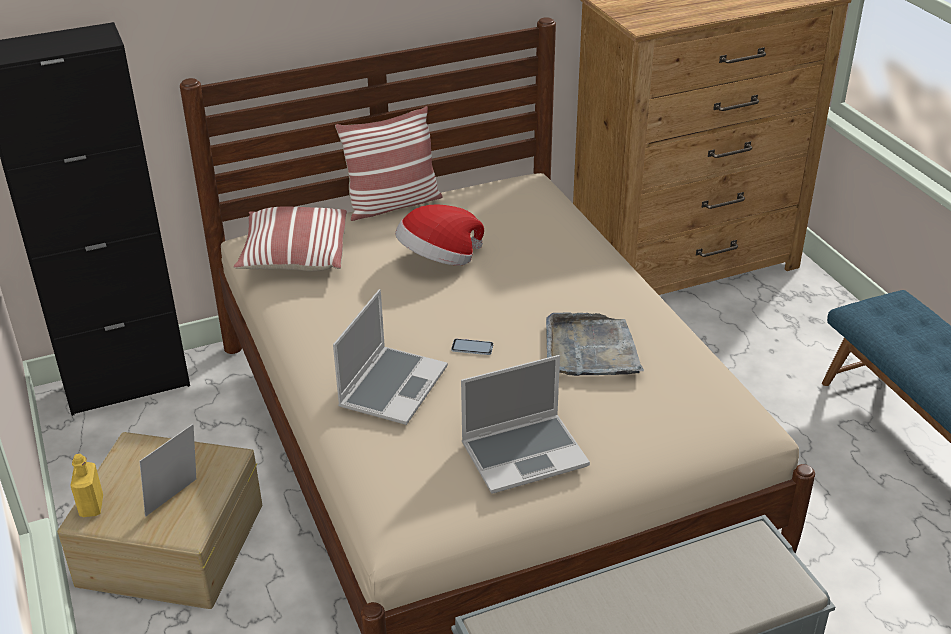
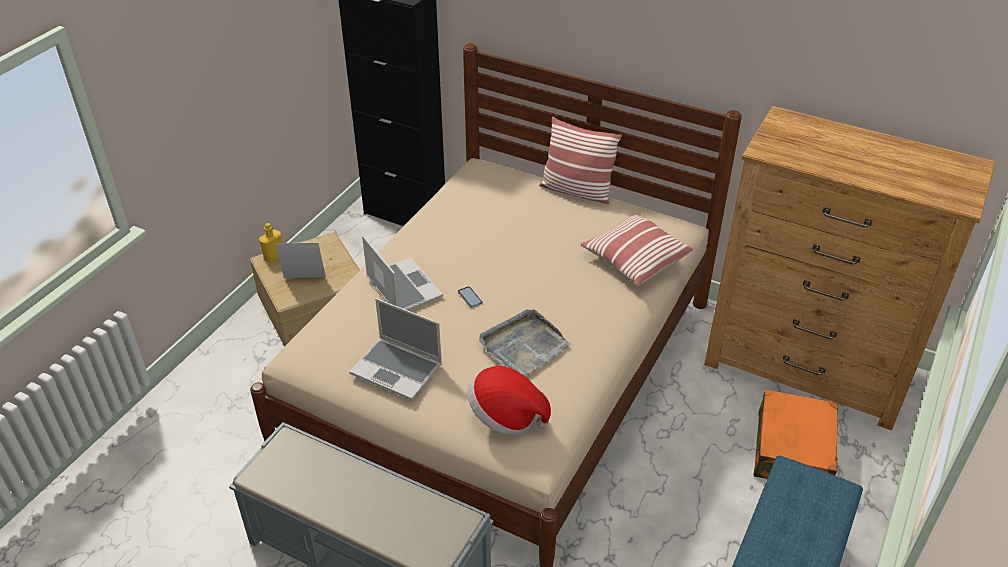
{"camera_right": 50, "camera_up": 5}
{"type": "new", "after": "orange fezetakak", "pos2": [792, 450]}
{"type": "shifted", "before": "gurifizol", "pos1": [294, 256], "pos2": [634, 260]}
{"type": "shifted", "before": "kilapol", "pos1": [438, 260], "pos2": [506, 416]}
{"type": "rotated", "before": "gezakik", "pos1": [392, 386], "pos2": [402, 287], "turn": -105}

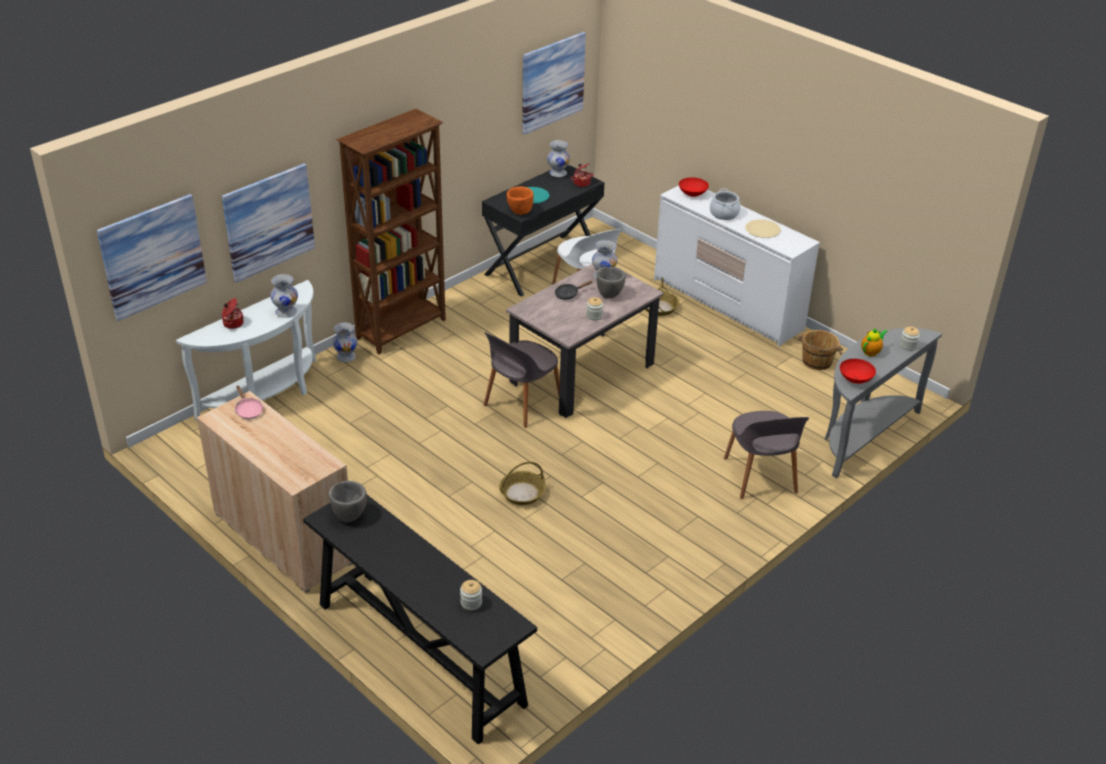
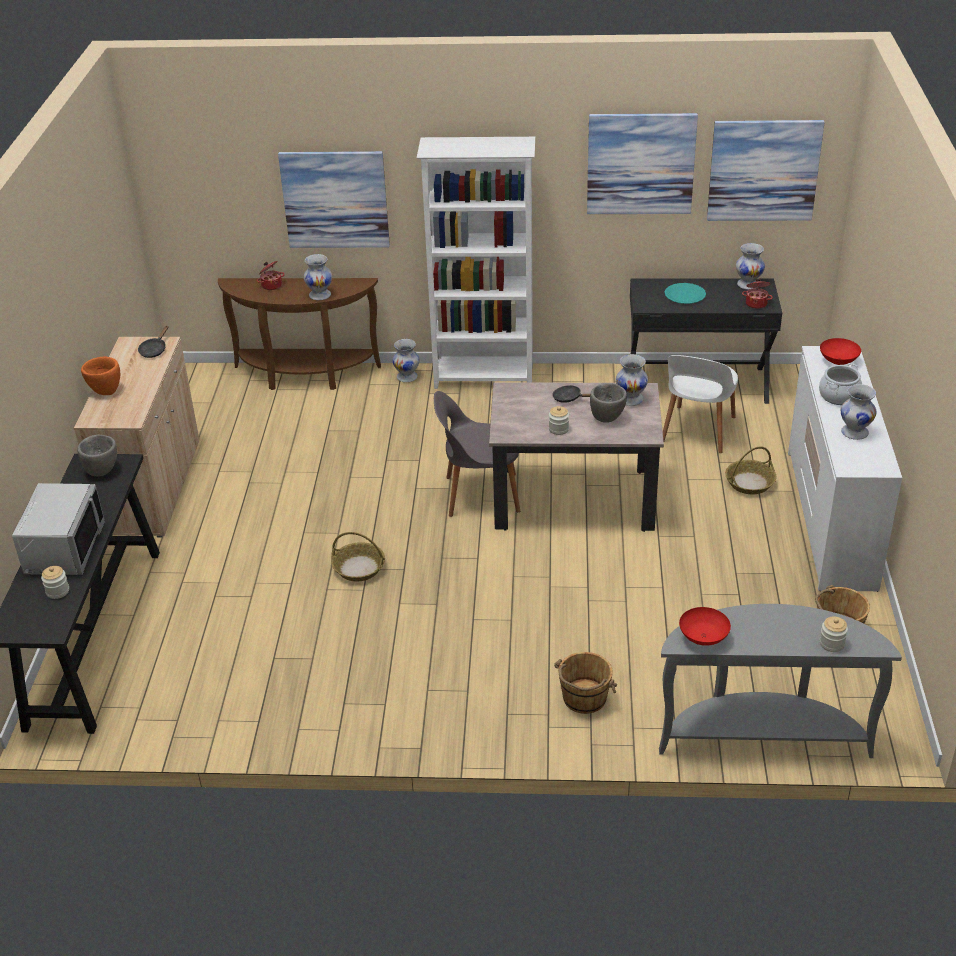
{"camera_right": 50, "camera_up": 0}
{"type": "gone", "before": "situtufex", "pos1": [871, 352]}
{"type": "new", "after": "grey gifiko", "pos2": [63, 549]}
{"type": "shifted", "before": "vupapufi", "pos1": [152, 256], "pos2": [640, 163]}
{"type": "shifted", "before": "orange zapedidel", "pos1": [519, 212], "pos2": [105, 391]}
{"type": "swapped", "before": "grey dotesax", "after": "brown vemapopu", "pos1": [760, 477], "pos2": [584, 698]}
{"type": "swapped", "before": "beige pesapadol", "after": "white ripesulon", "pos1": [762, 230], "pos2": [854, 432]}
{"type": "repainted", "before": "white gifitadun", "after": "brown gifitadun", "pos1": [267, 397], "pos2": [305, 376]}
{"type": "repainted", "before": "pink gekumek", "after": "black gekumek", "pos1": [248, 410], "pos2": [154, 350]}
{"type": "repainted", "before": "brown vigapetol", "after": "white vigapetol", "pos1": [402, 329], "pos2": [484, 378]}

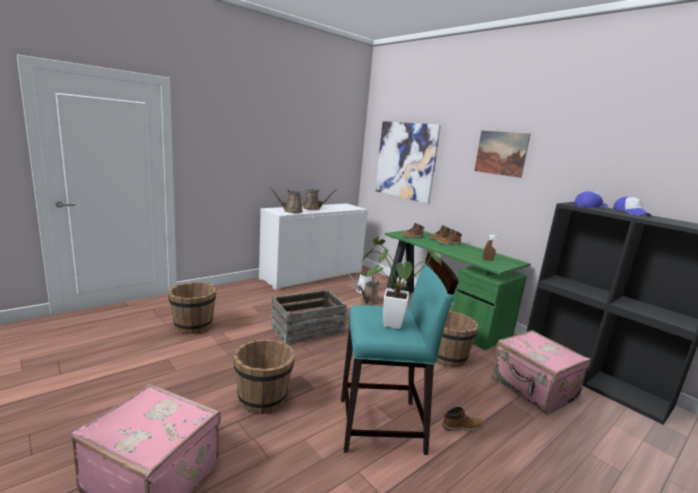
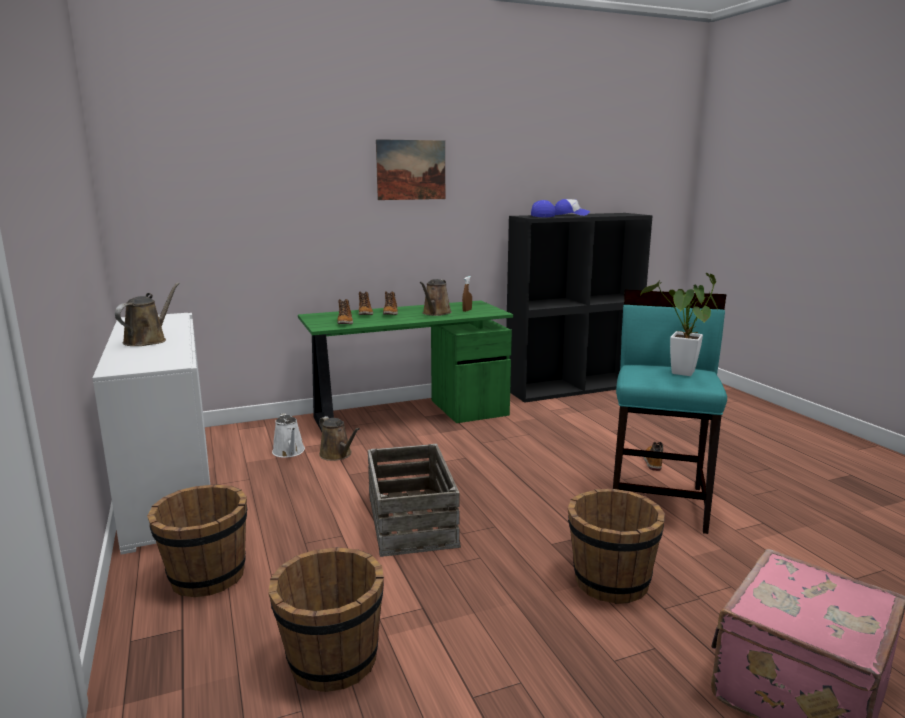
{"camera_right": -70, "camera_up": 0}
{"type": "gone", "before": "vupapufi", "pos1": [406, 161]}
{"type": "gone", "before": "pink fezetakak", "pos1": [533, 389]}
{"type": "shifted", "before": "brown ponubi", "pos1": [291, 211], "pos2": [435, 313]}
{"type": "shifted", "before": "brown vemapopu", "pos1": [447, 357], "pos2": [206, 577]}

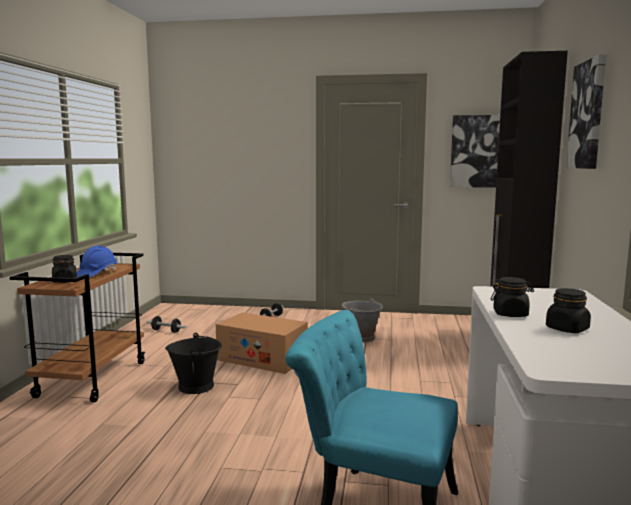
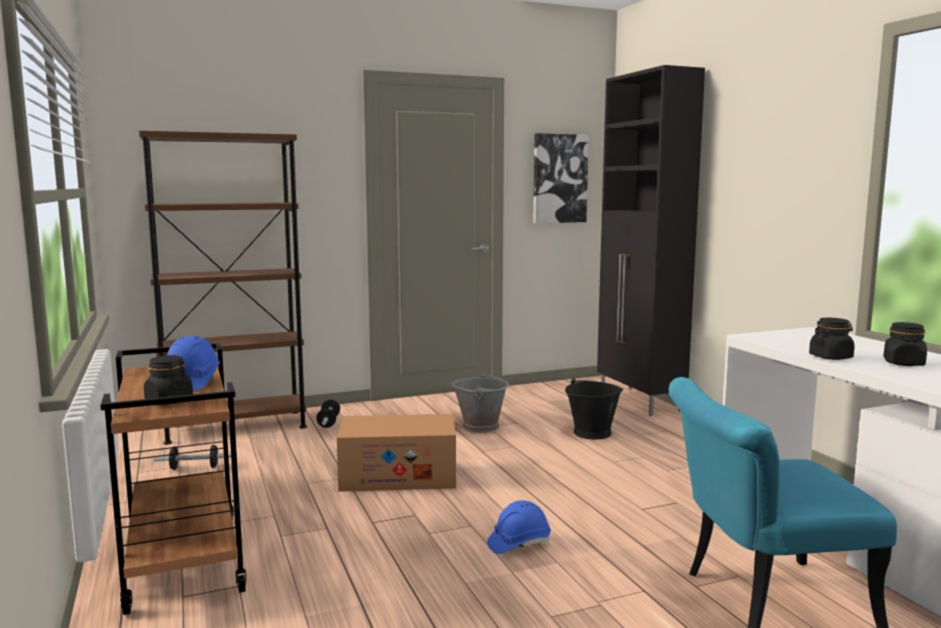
{"camera_right": -30, "camera_up": 0}
{"type": "gone", "before": "vupapufi", "pos1": [588, 115]}
{"type": "new", "after": "brown vigapetol", "pos2": [235, 427]}
{"type": "new", "after": "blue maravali", "pos2": [518, 543]}
{"type": "shifted", "before": "black vemapopu", "pos1": [196, 386], "pos2": [592, 432]}

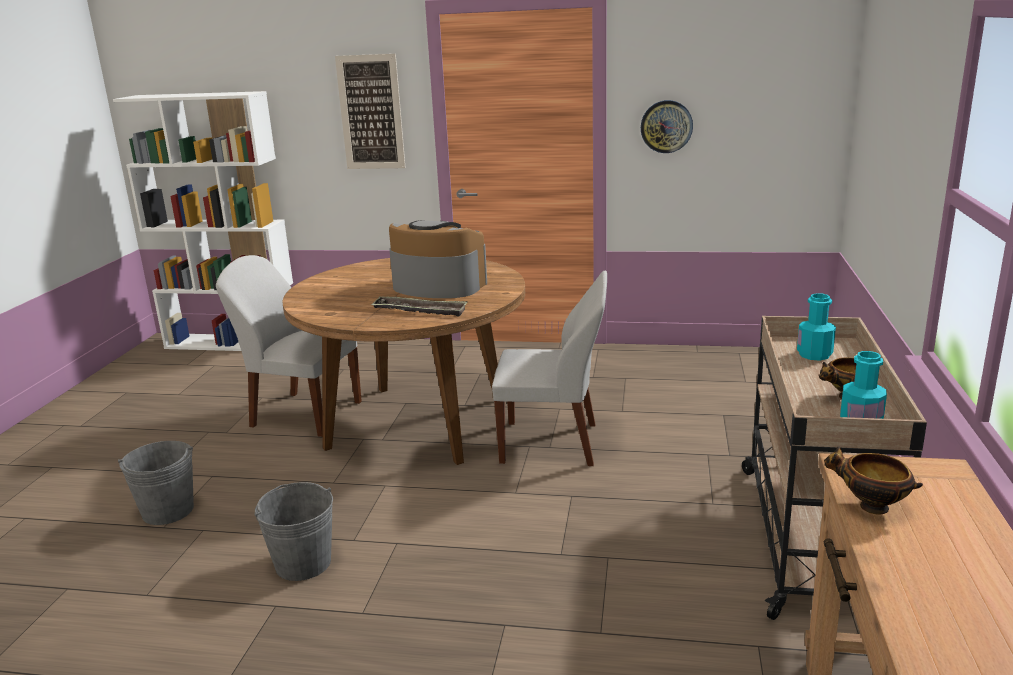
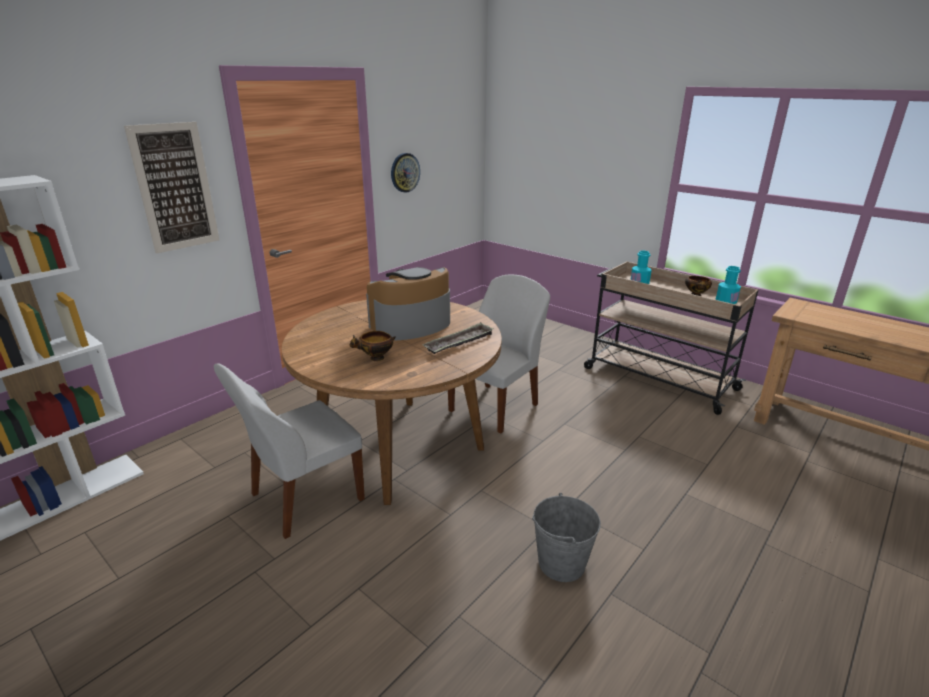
{"camera_right": -60, "camera_up": 5}
{"type": "gone", "before": "grey vemapopu", "pos1": [168, 511]}
{"type": "shifted", "before": "zapedidel", "pos1": [870, 507], "pos2": [375, 359]}

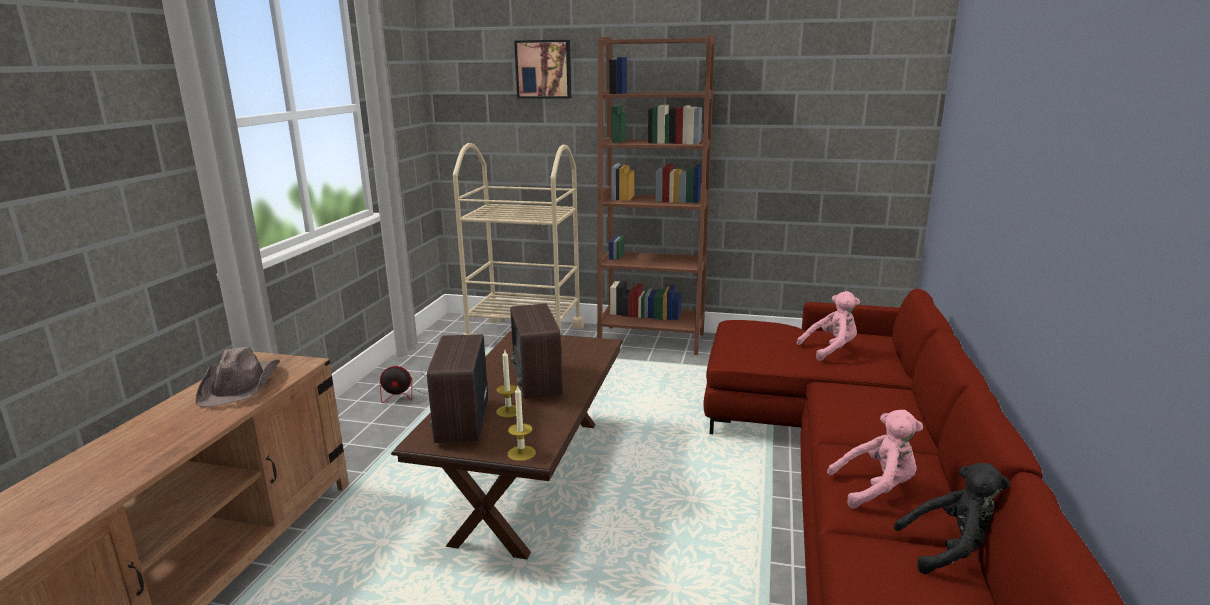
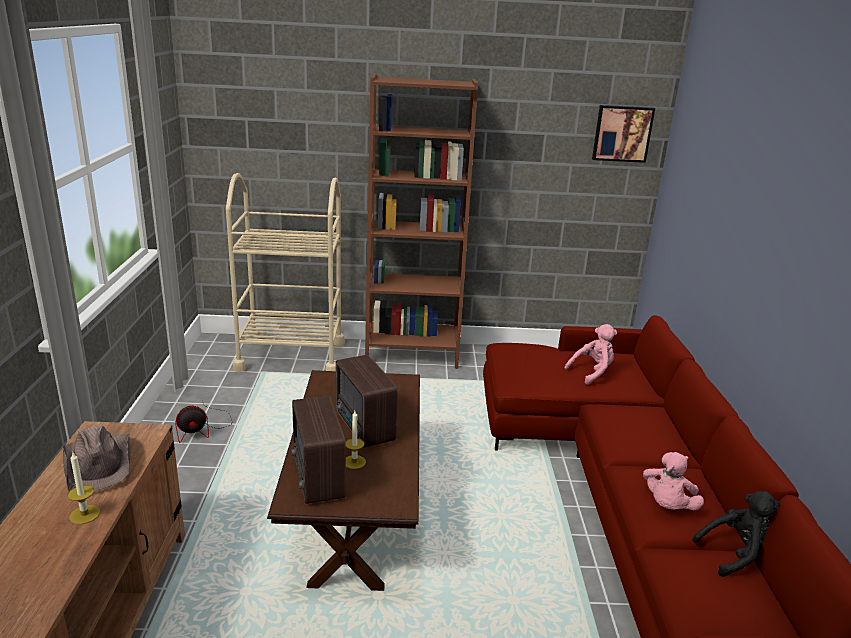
{"camera_right": -15, "camera_up": 5}
{"type": "shifted", "before": "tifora", "pos1": [521, 453], "pos2": [85, 514]}
{"type": "shifted", "before": "vupapufi", "pos1": [544, 69], "pos2": [622, 133]}
{"type": "rotated", "before": "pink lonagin", "pos1": [876, 489], "pos2": [667, 505], "turn": 135}

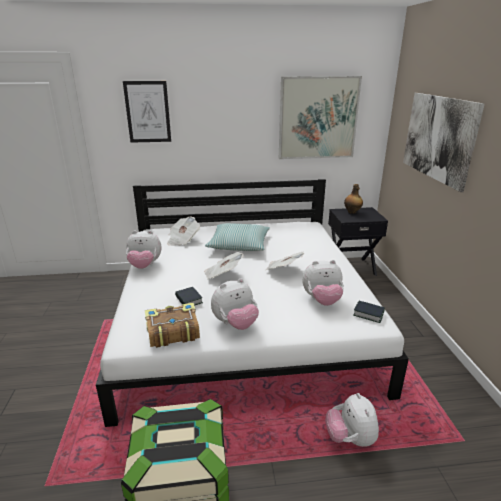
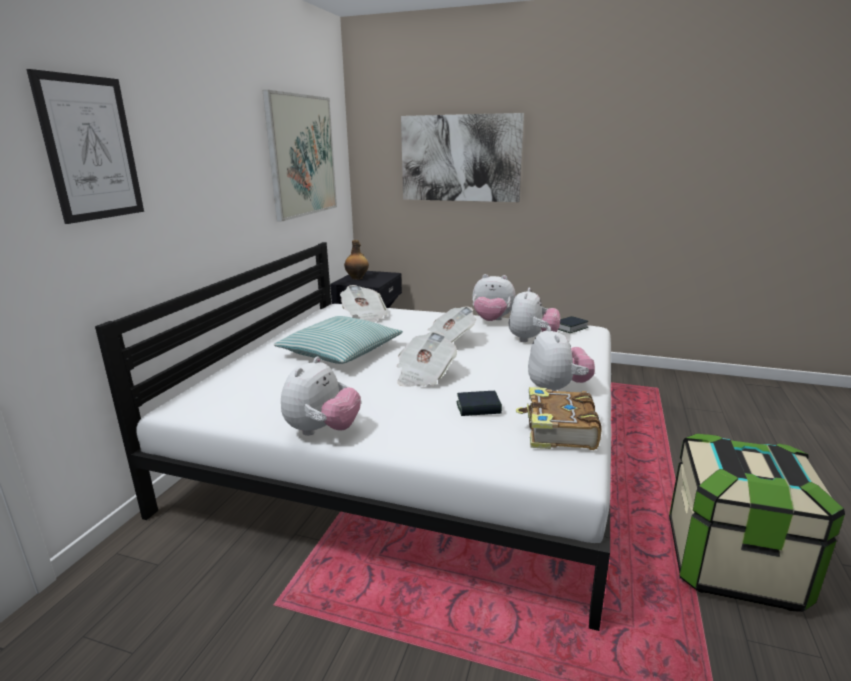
{"camera_right": -65, "camera_up": -5}
{"type": "shifted", "before": "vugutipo", "pos1": [183, 240], "pos2": [364, 316]}
{"type": "shifted", "before": "lonagin", "pos1": [350, 438], "pos2": [492, 321]}

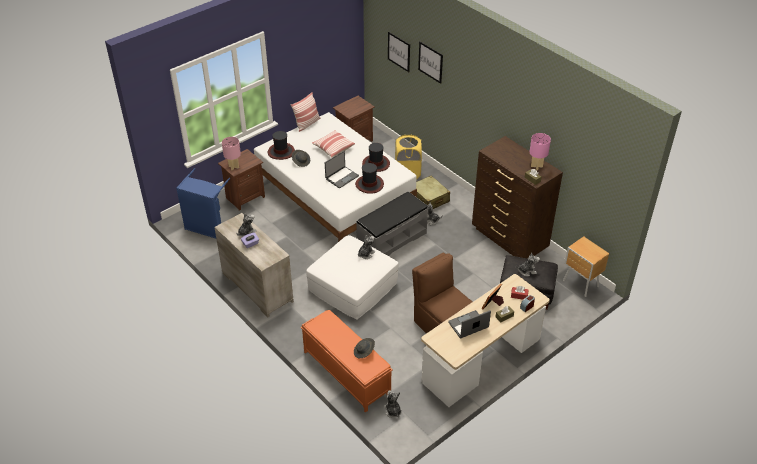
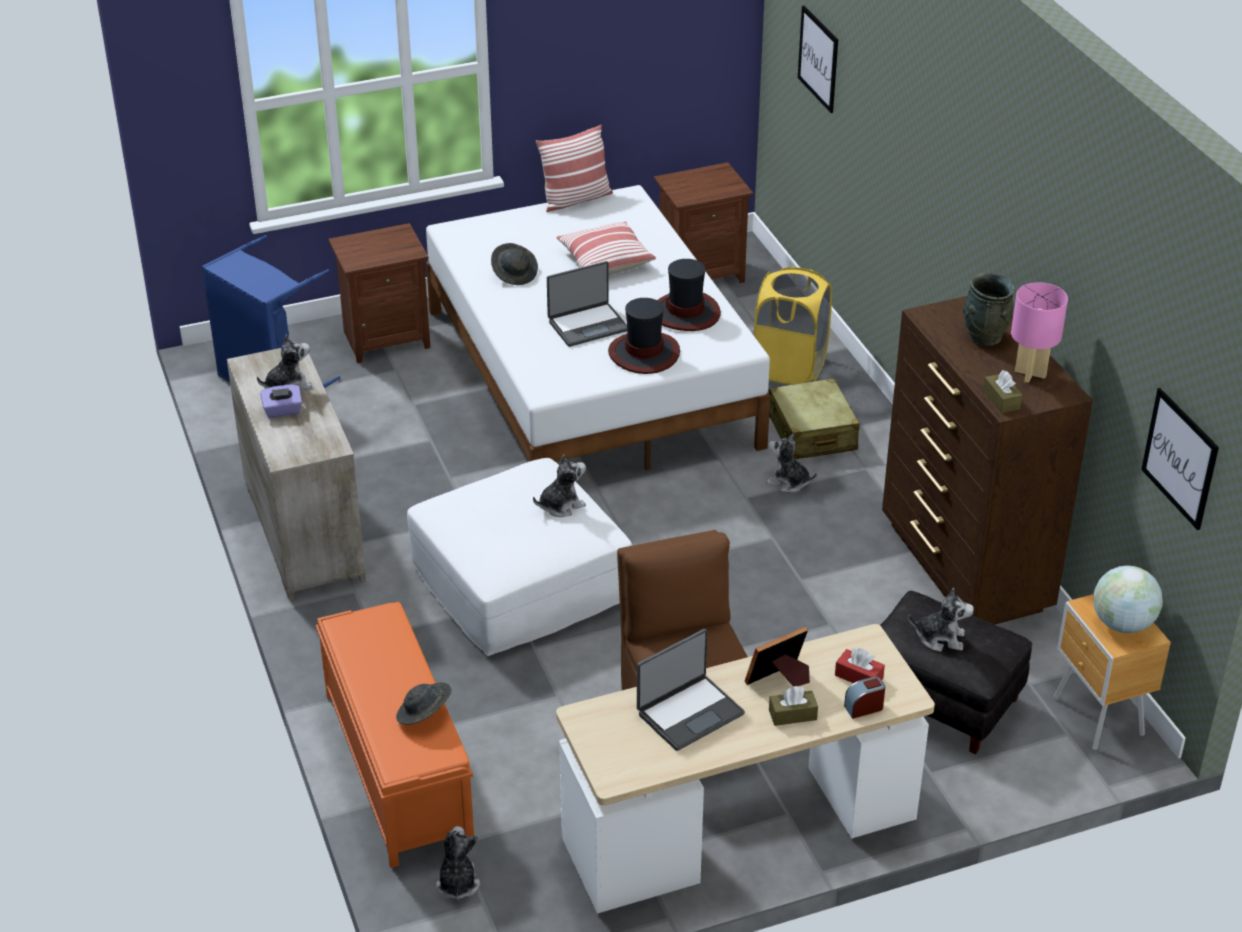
{"camera_right": 20, "camera_up": -5}
{"type": "gone", "before": "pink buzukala", "pos1": [234, 167]}
{"type": "gone", "before": "kilapol", "pos1": [281, 152]}
{"type": "gone", "before": "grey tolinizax", "pos1": [391, 240]}
{"type": "new", "after": "grey ripesulon", "pos2": [984, 337]}
{"type": "new", "after": "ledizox", "pos2": [1122, 624]}
{"type": "shifted", "before": "vupapufi", "pos1": [430, 62], "pos2": [1180, 458]}
{"type": "rotated", "before": "gezakik", "pos1": [468, 326], "pos2": [689, 713], "turn": 150}

